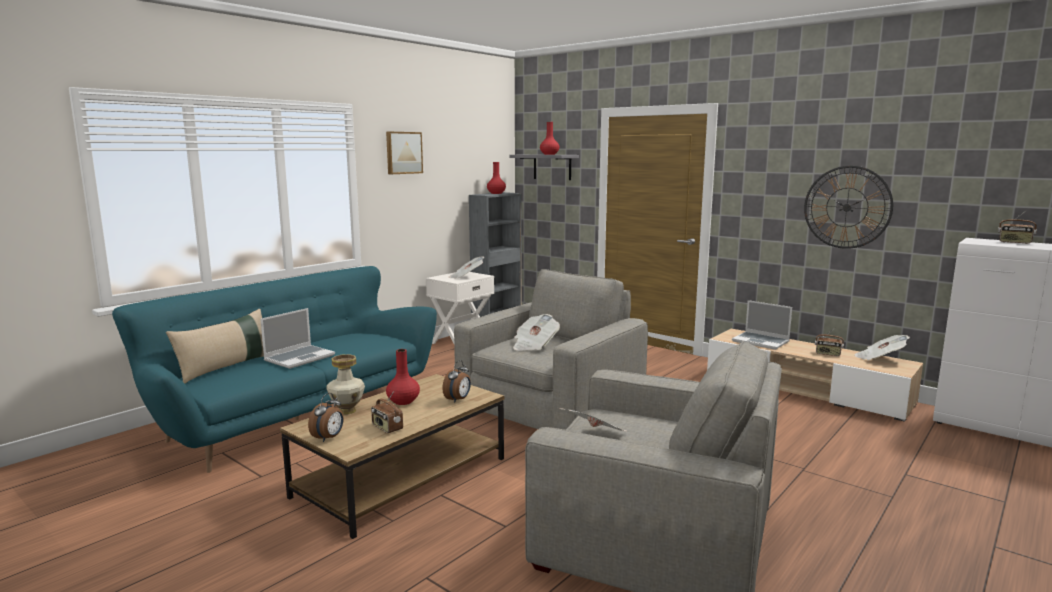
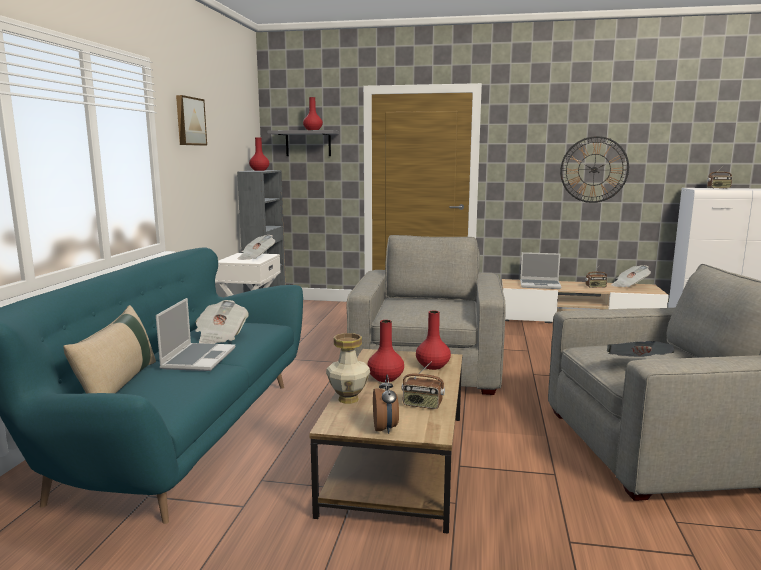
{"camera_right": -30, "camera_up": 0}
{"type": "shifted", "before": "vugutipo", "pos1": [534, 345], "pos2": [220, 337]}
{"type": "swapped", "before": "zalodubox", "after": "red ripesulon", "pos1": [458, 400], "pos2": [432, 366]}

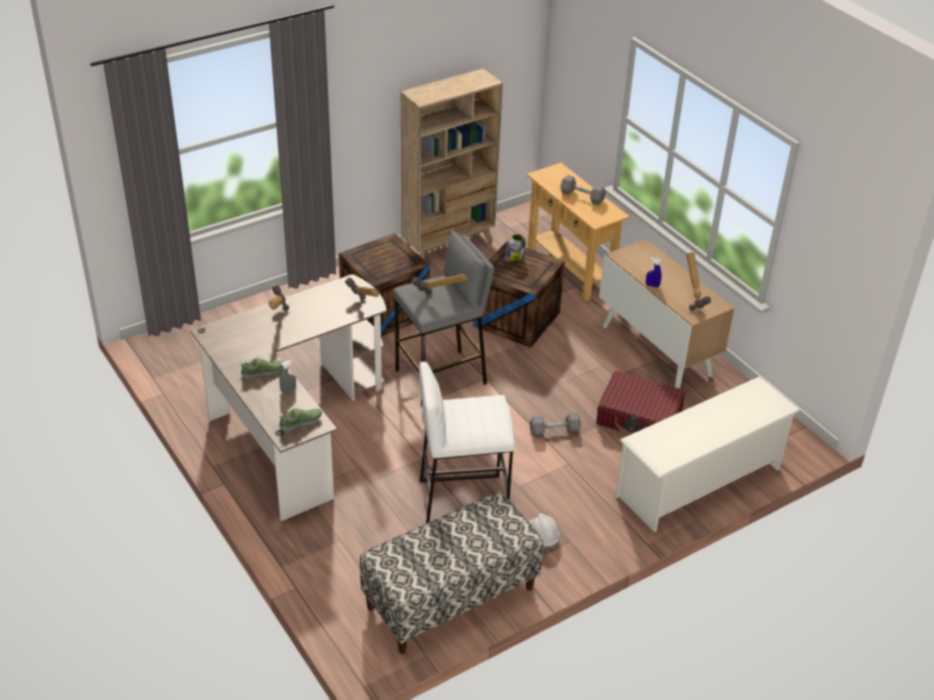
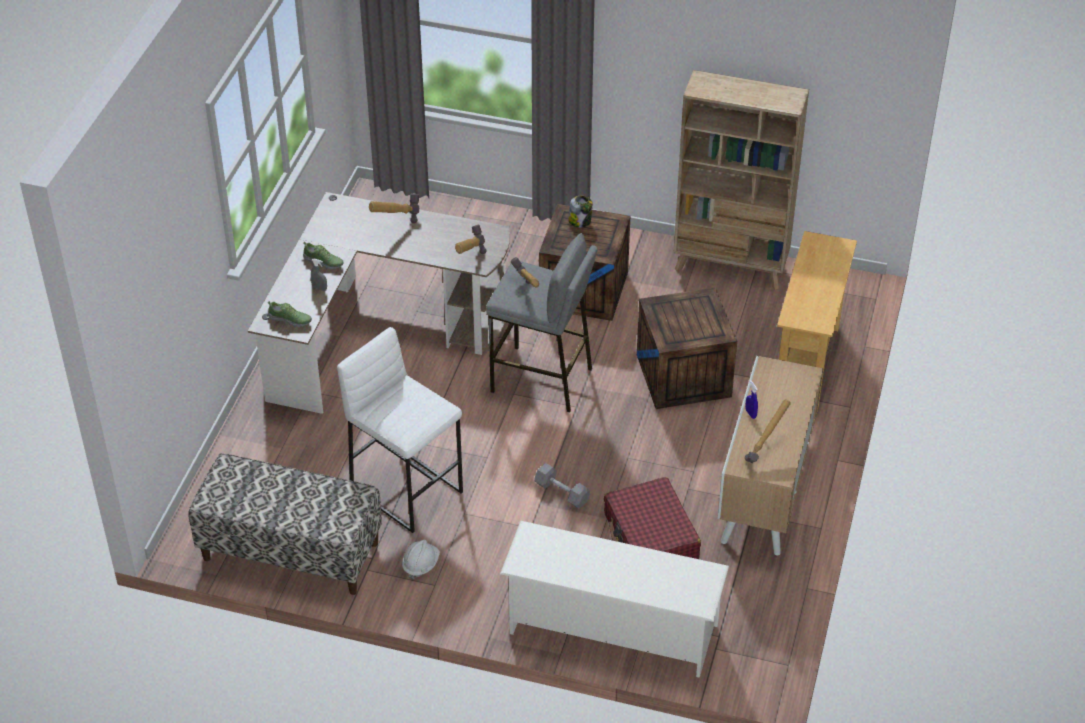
{"camera_right": 50, "camera_up": 5}
{"type": "gone", "before": "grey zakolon", "pos1": [582, 196]}
{"type": "shifted", "before": "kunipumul", "pos1": [514, 258], "pos2": [580, 221]}

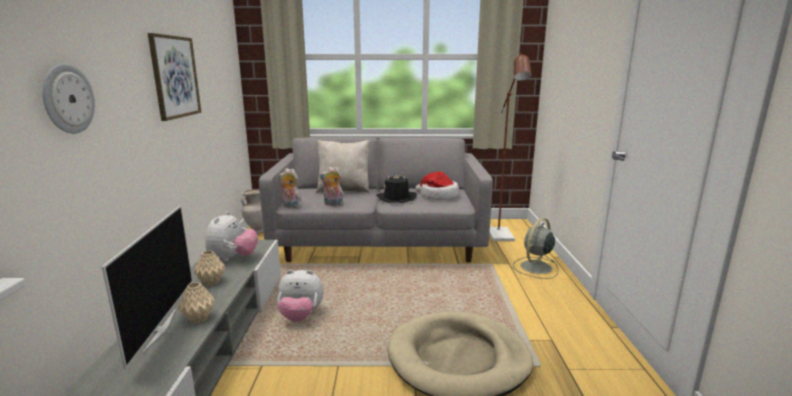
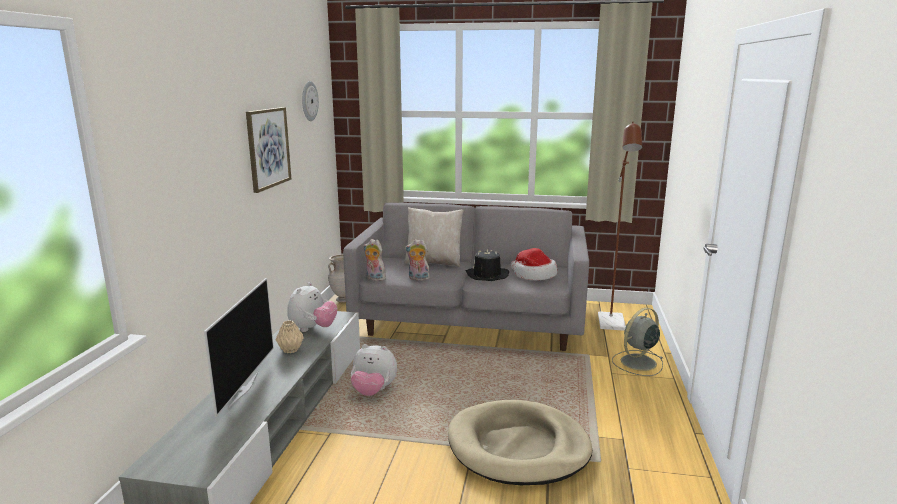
{"camera_right": 10, "camera_up": 0}
{"type": "gone", "before": "beige ripesulon", "pos1": [198, 318]}
{"type": "shifted", "before": "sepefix", "pos1": [67, 99], "pos2": [309, 101]}

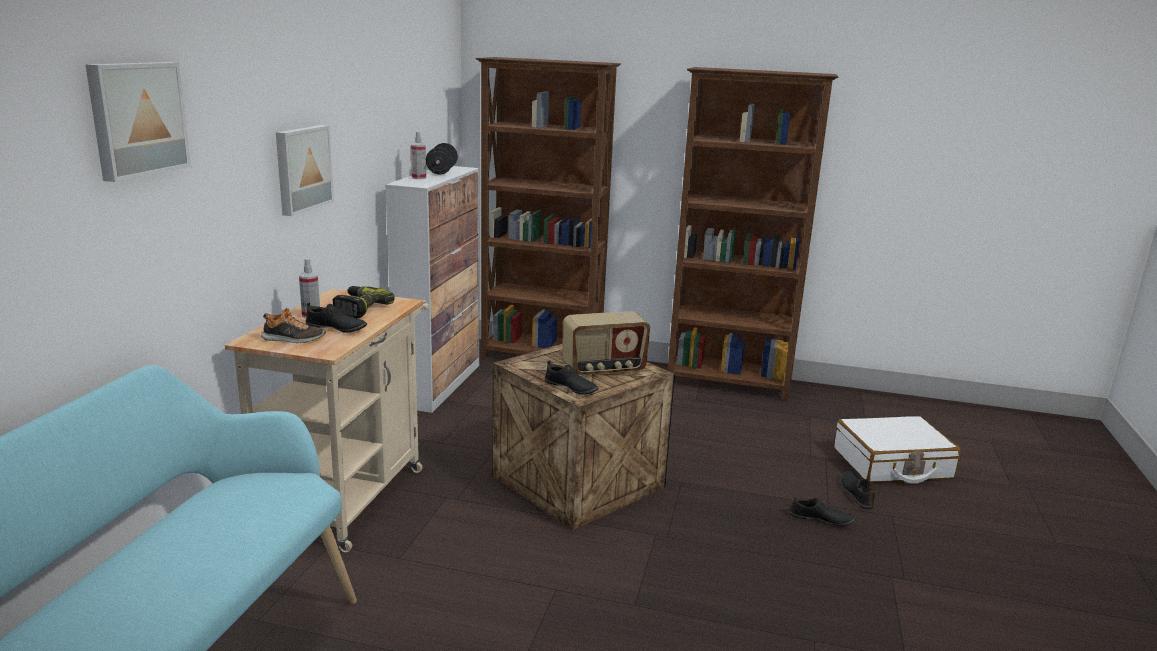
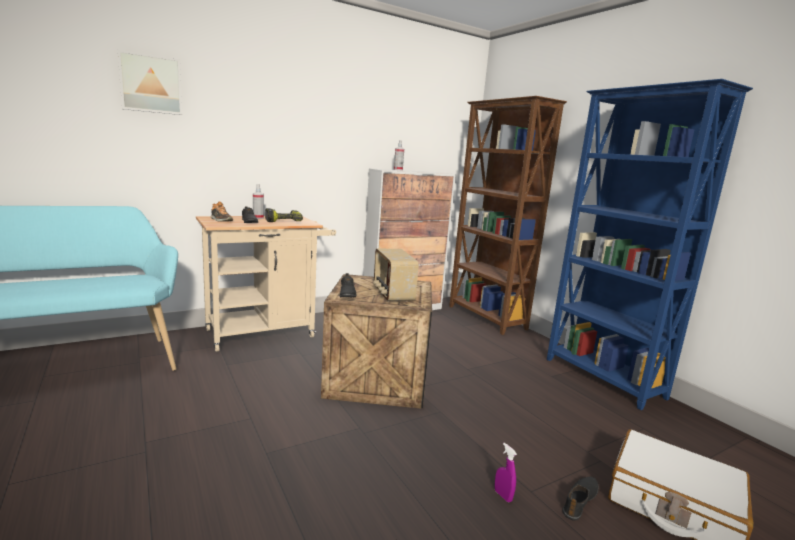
{"camera_right": 45, "camera_up": -5}
{"type": "gone", "before": "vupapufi", "pos1": [302, 168]}
{"type": "gone", "before": "black zakolon", "pos1": [442, 171]}
{"type": "swapped", "before": "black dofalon", "after": "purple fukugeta", "pos1": [821, 519], "pos2": [503, 495]}
{"type": "repainted", "before": "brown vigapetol", "after": "blue vigapetol", "pos1": [729, 384], "pos2": [603, 379]}
{"type": "rotated", "before": "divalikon", "pos1": [604, 369], "pos2": [392, 294], "turn": 45}

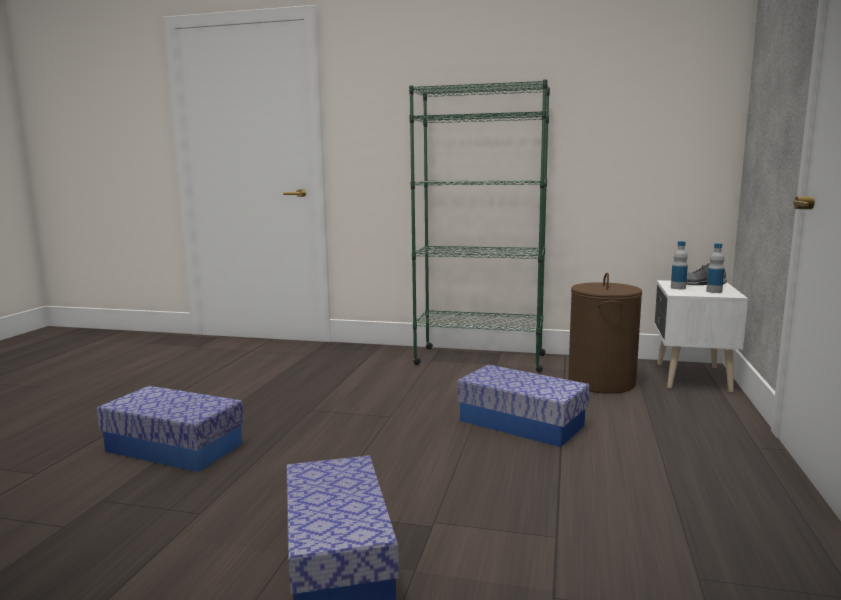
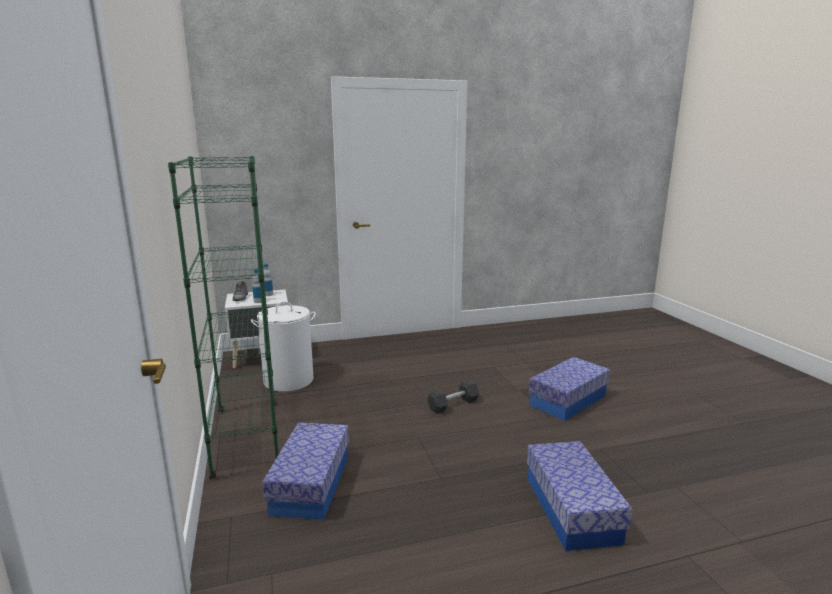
{"camera_right": -120, "camera_up": 5}
{"type": "new", "after": "black zakolon", "pos2": [453, 404]}
{"type": "shifted", "before": "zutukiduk", "pos1": [521, 423], "pos2": [311, 484]}
{"type": "repainted", "before": "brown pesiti", "after": "white pesiti", "pos1": [601, 382], "pos2": [288, 381]}

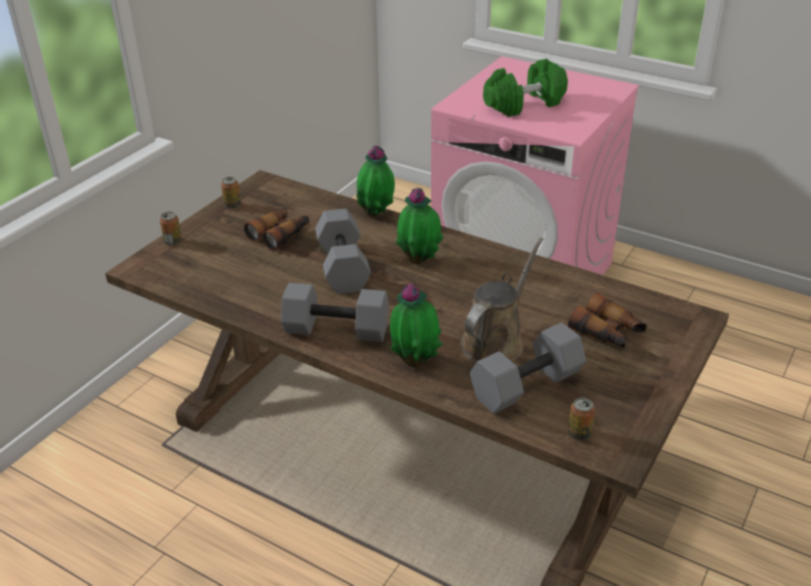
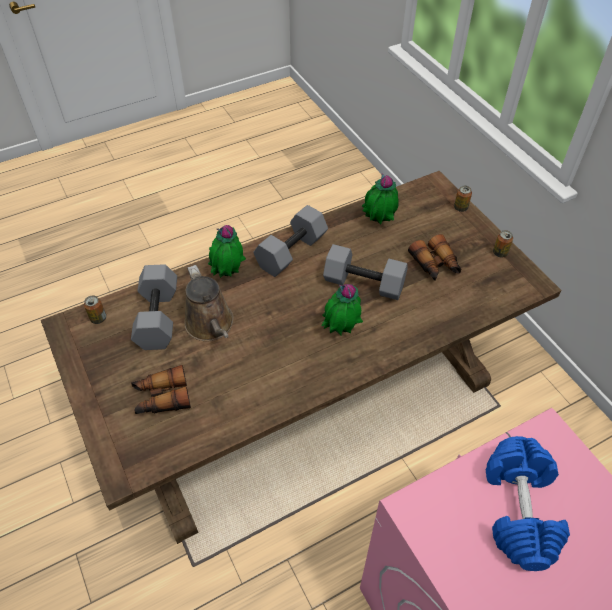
{"camera_right": 120, "camera_up": 15}
{"type": "shifted", "before": "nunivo", "pos1": [376, 214], "pos2": [378, 223]}
{"type": "repainted", "before": "green zakolon", "after": "blue zakolon", "pos1": [524, 104], "pos2": [519, 510]}

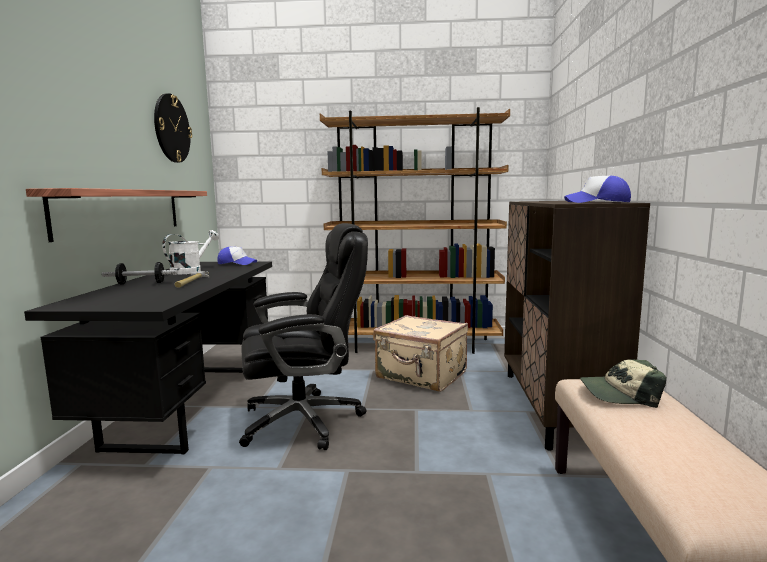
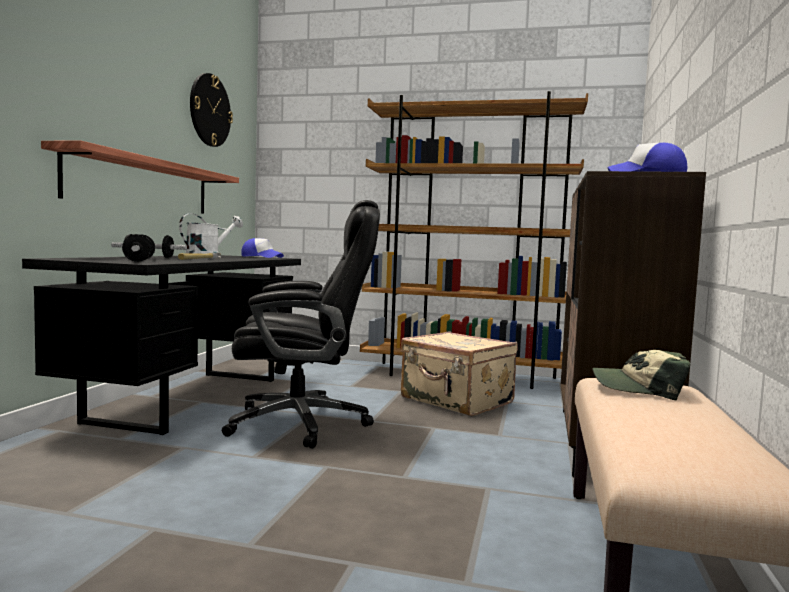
{"camera_right": 10, "camera_up": -5}
{"type": "new", "after": "zakolon", "pos2": [139, 260]}

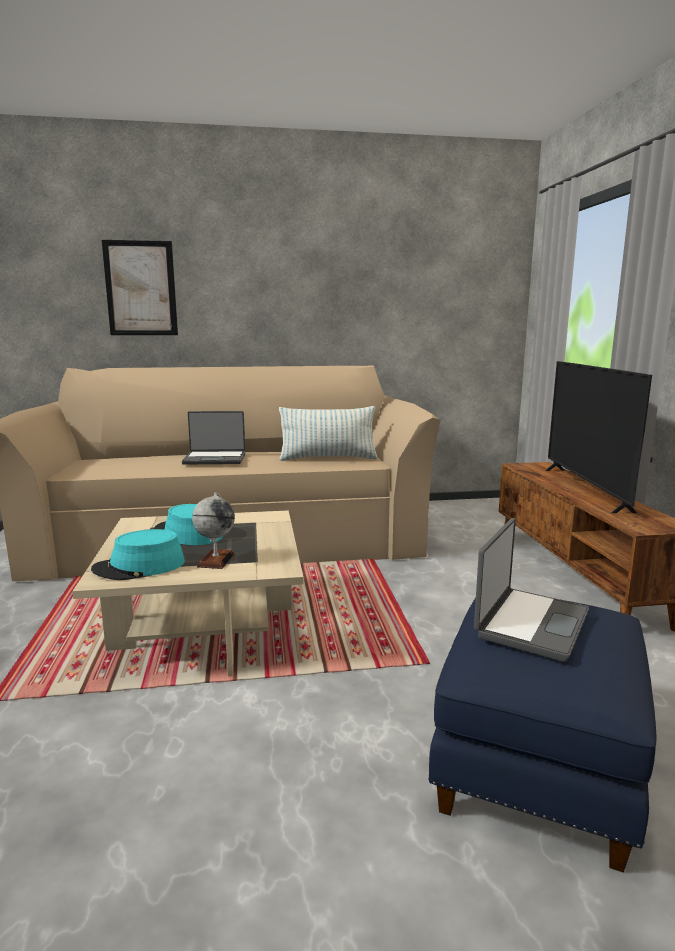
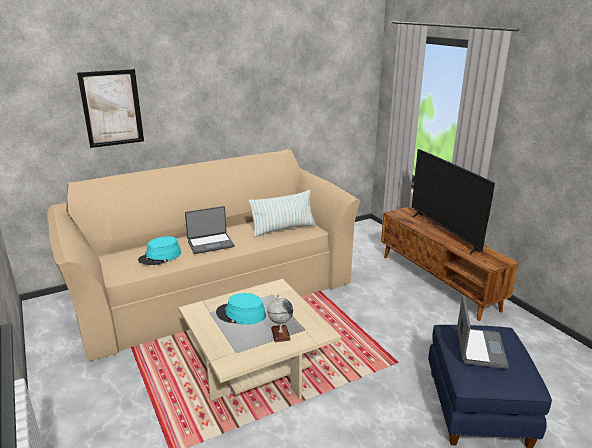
{"camera_right": -20, "camera_up": 10}
{"type": "shifted", "before": "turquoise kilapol", "pos1": [139, 567], "pos2": [160, 256]}

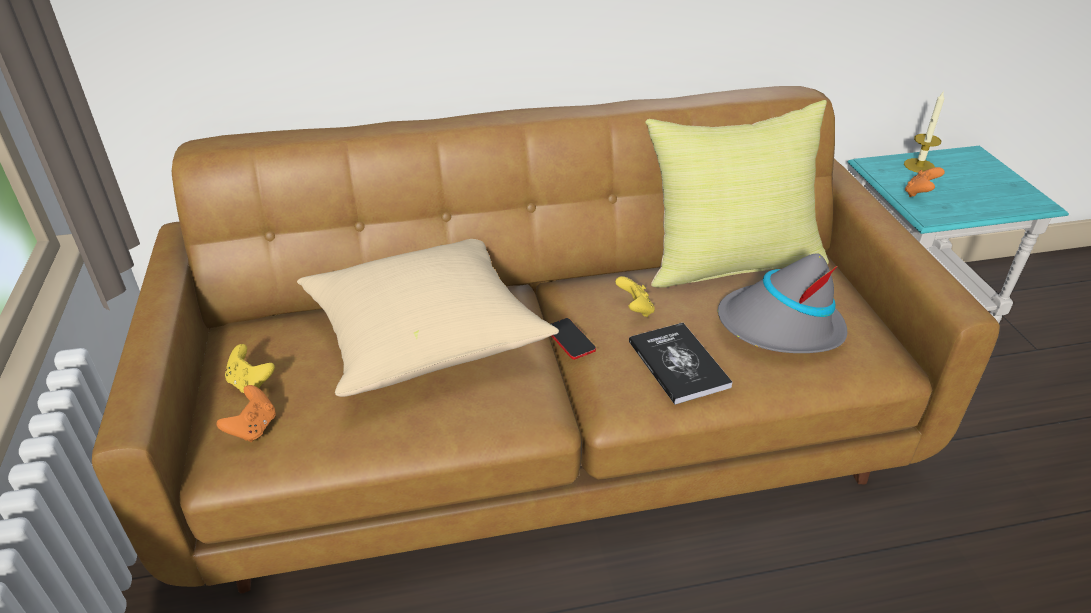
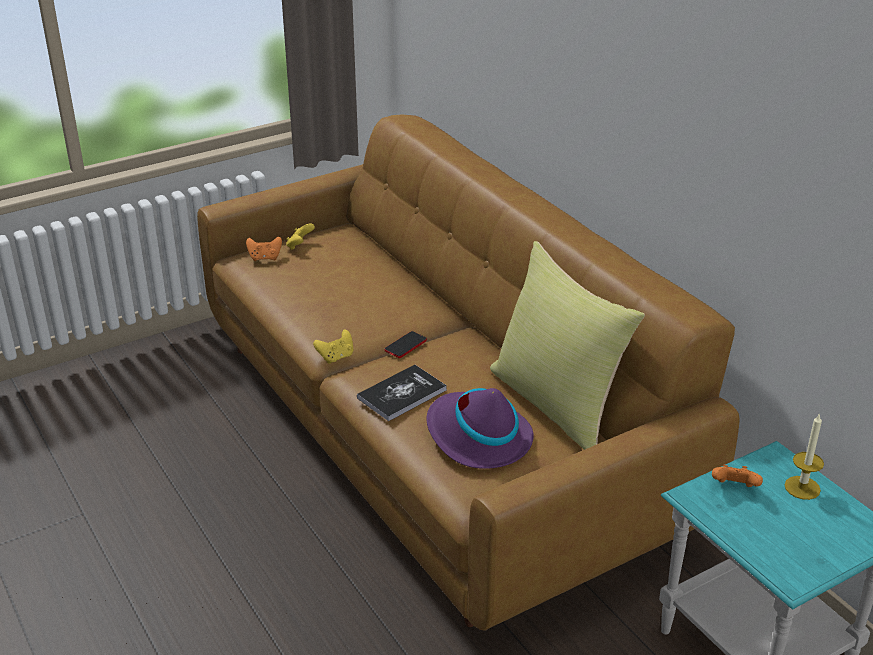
{"camera_right": 70, "camera_up": -5}
{"type": "gone", "before": "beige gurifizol", "pos1": [426, 339]}
{"type": "shifted", "before": "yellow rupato", "pos1": [635, 309], "pos2": [336, 357]}
{"type": "repainted", "before": "grey kilapol", "after": "purple kilapol", "pos1": [779, 326], "pos2": [477, 437]}

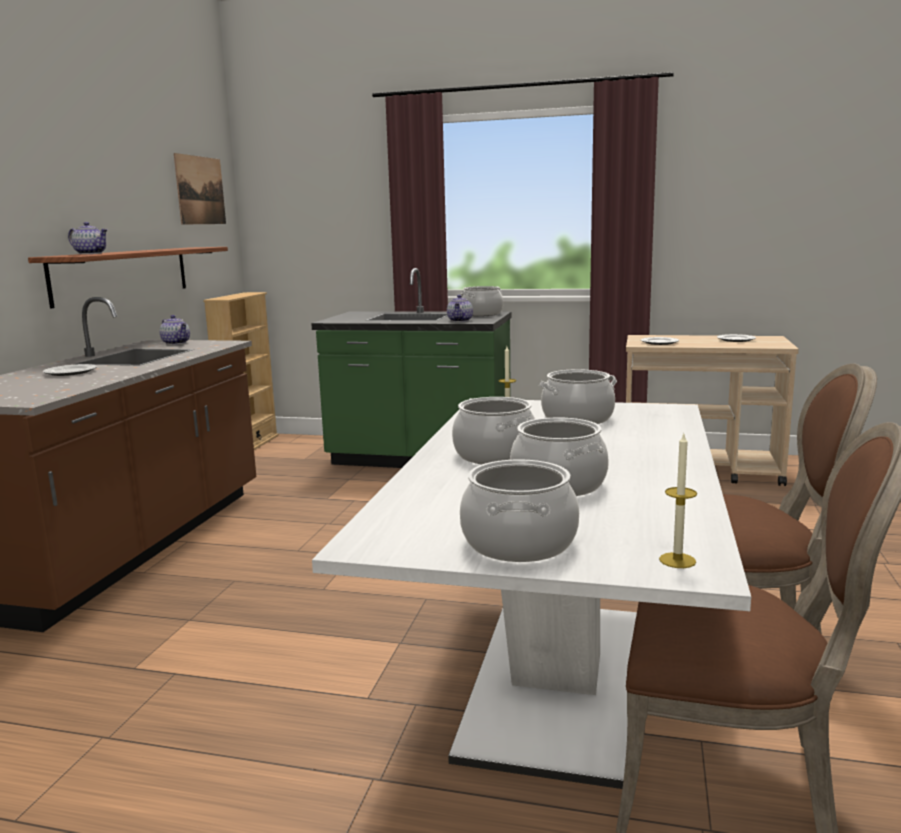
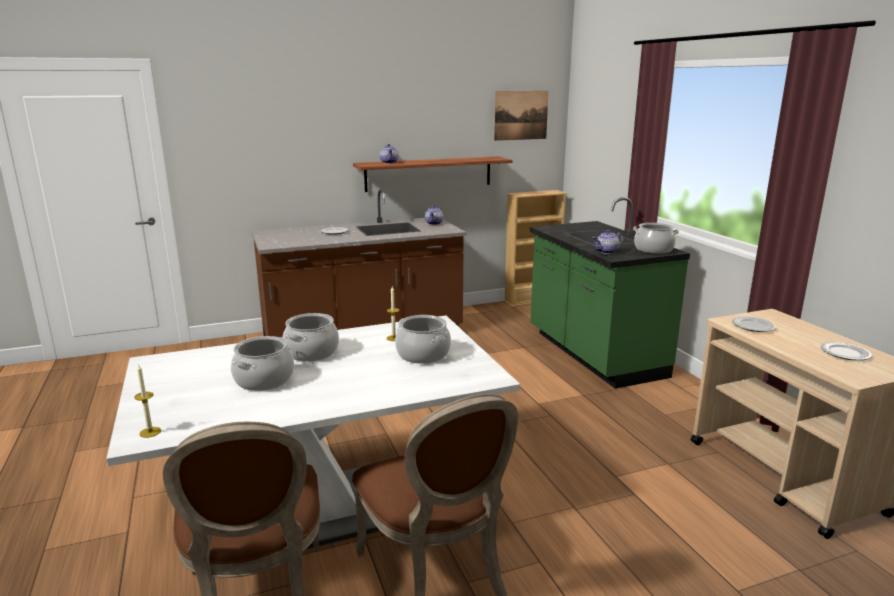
{"camera_right": 55, "camera_up": 5}
{"type": "gone", "before": "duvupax", "pos1": [520, 543]}

